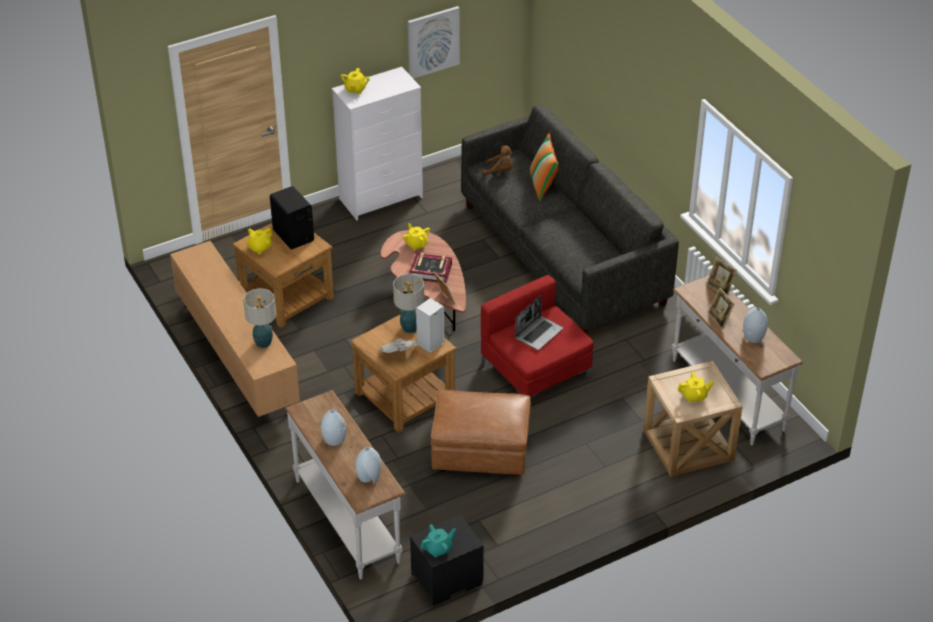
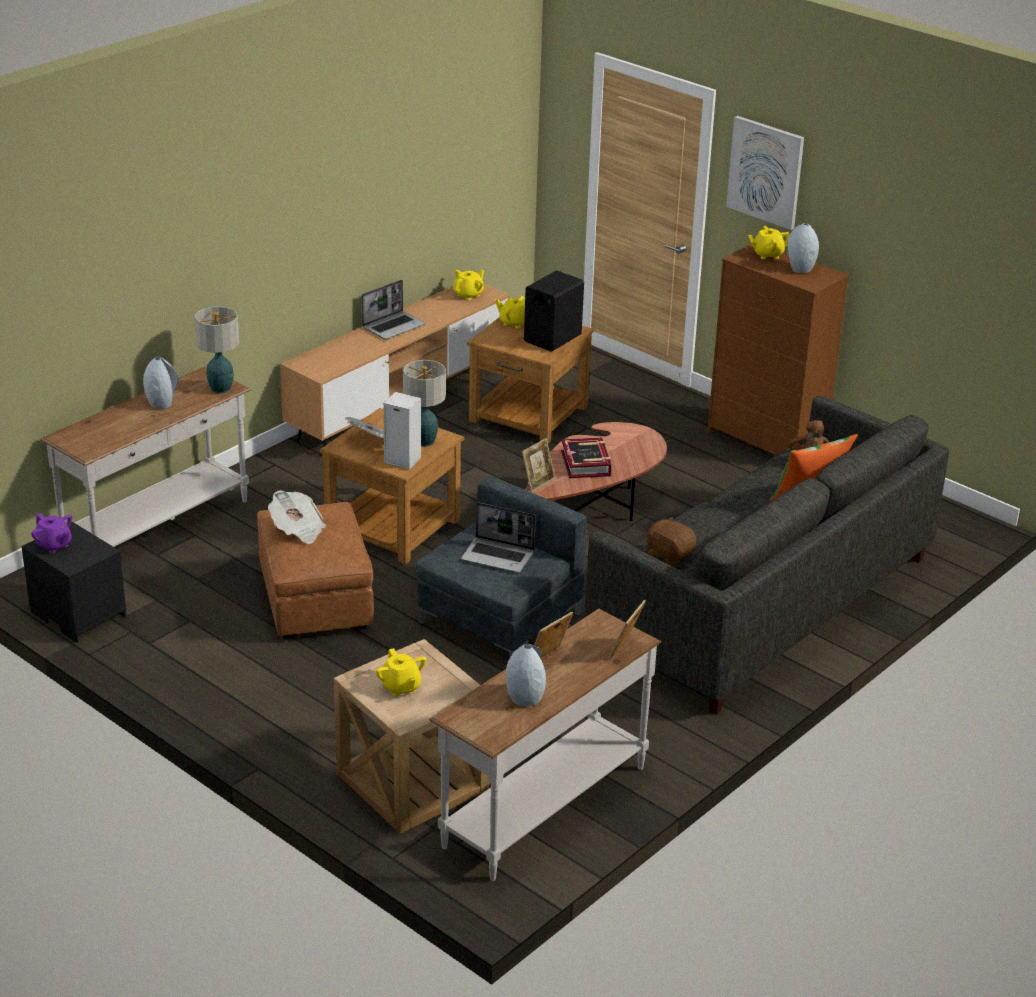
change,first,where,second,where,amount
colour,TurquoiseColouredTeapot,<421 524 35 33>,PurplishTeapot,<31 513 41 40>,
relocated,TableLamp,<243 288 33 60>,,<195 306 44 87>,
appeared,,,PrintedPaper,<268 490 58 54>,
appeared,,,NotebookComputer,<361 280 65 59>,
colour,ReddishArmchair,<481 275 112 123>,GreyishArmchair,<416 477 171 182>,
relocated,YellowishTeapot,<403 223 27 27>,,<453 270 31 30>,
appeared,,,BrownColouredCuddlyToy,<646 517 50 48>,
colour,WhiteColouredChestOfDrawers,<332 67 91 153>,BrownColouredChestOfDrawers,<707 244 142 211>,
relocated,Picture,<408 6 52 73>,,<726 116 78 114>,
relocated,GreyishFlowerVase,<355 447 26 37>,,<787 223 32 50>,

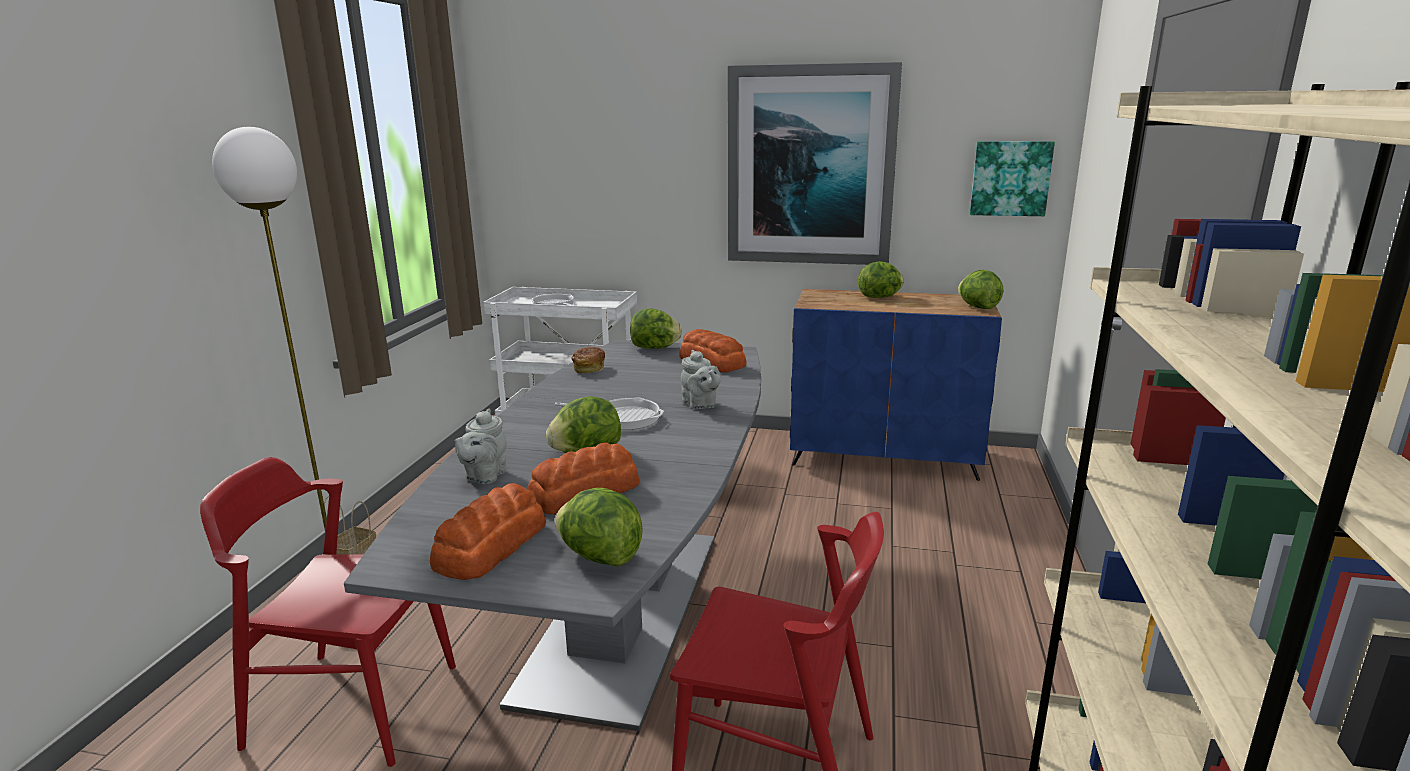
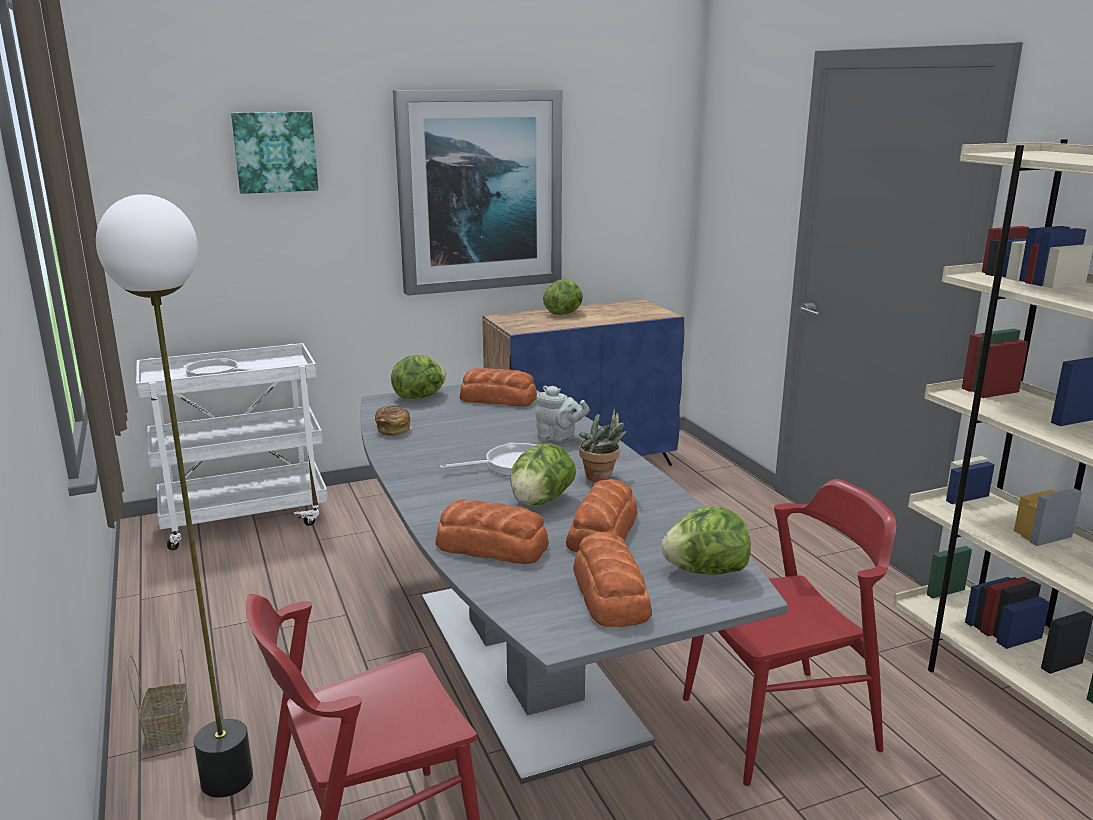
change,first,where,second,where,amount
relocated,Picture,<970 141 85 75>,,<231 112 87 82>,
exchanged,GreyishTeapot,<455 408 52 76>,BakeryBread,<435 499 114 65>,
appeared,,,PlantInAPot,<579 409 47 73>,
missing,Lettuce,<958 270 45 39>,,,

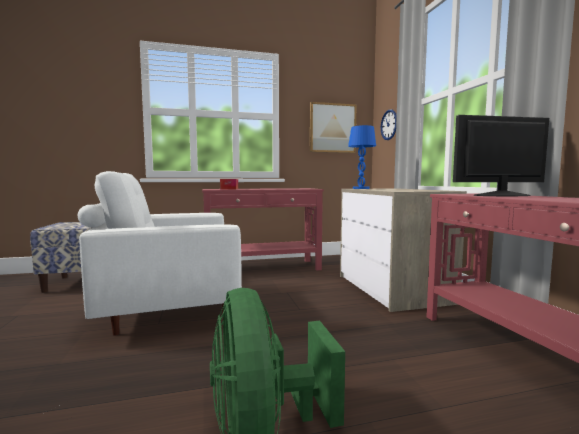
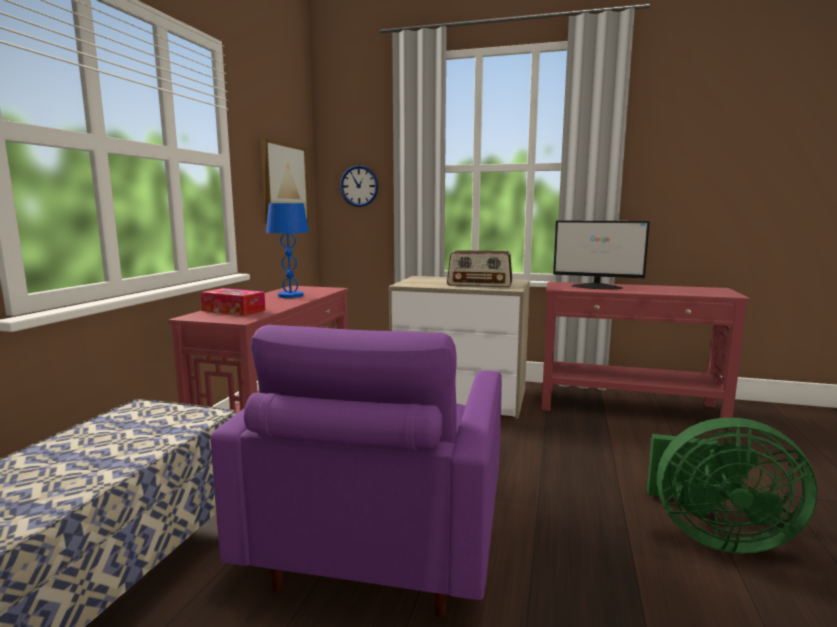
change,first,where,second,where,amount
colour,WhiteColouredArmchair,<78 171 164 165>,PurplishArmchair,<210 325 292 292>,
relocated,BlueColouredTableLamp,<348 125 28 64>,,<266 203 43 95>,
appeared,,,RadioReceiver,<447 250 65 37>,
spun,ComputerScreen,<453 115 96 81>,,<553 220 97 69>,90 degrees counterclockwise

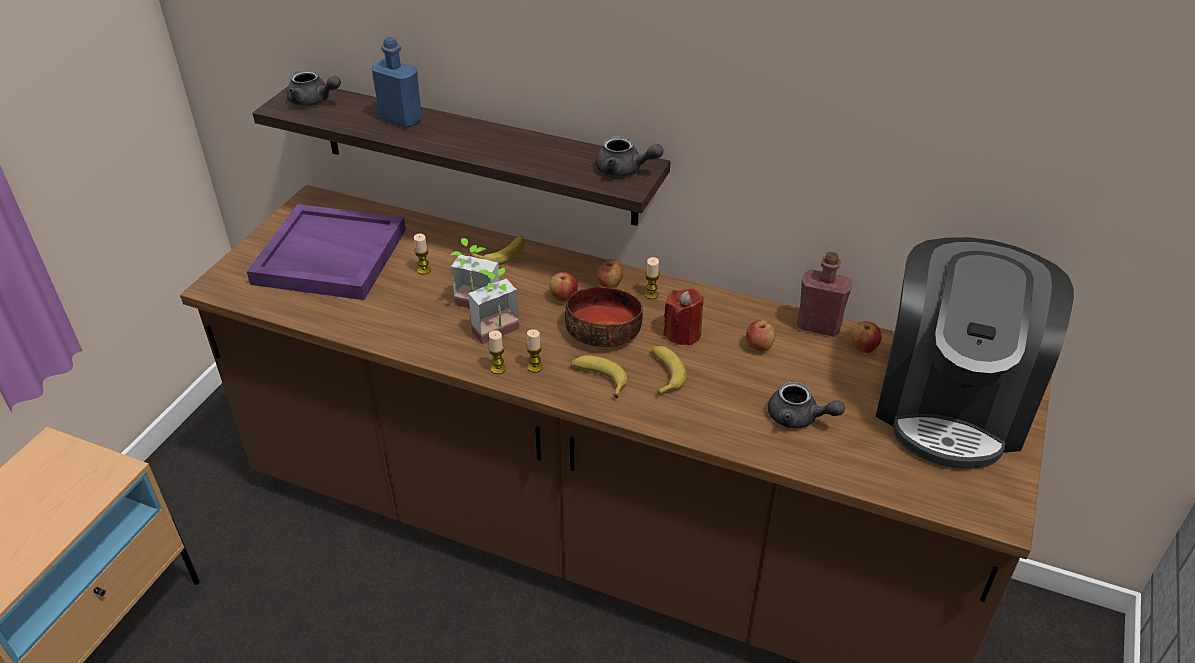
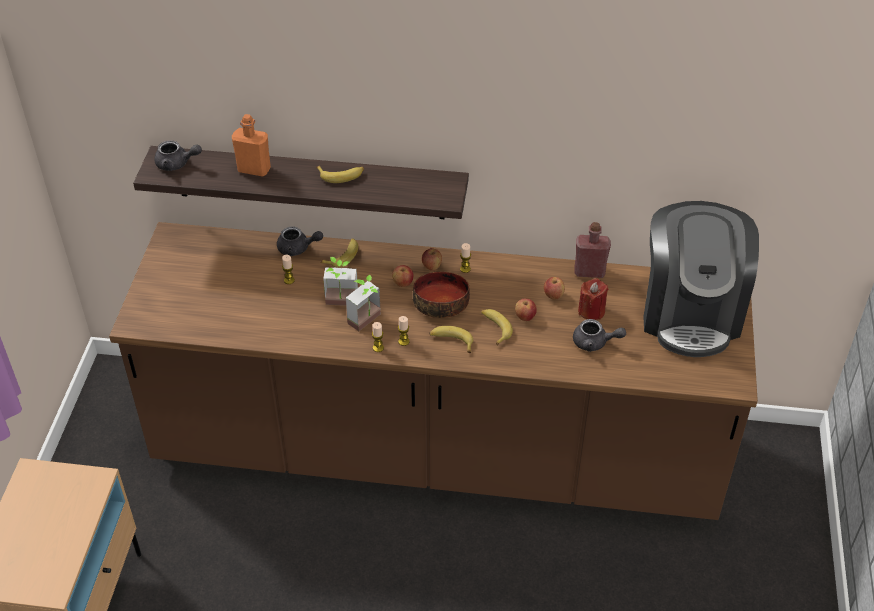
change,first,where,second,where,amount
colour,BlueColouredDrinkBottle,<371 37 51 91>,OrangeyDrinkBottle,<232 114 39 63>,
relocated,GreyishTeapot,<595 136 68 41>,,<277 227 46 29>,
appeared,,,Banana,<316 166 48 17>,
relocated,AppleFruit,<851 321 30 32>,,<515 298 22 23>,
relocated,ReddishWaxCandle,<663 288 41 58>,,<578 278 31 42>,
missing,PurplishTray,<247 204 159 96>,,,

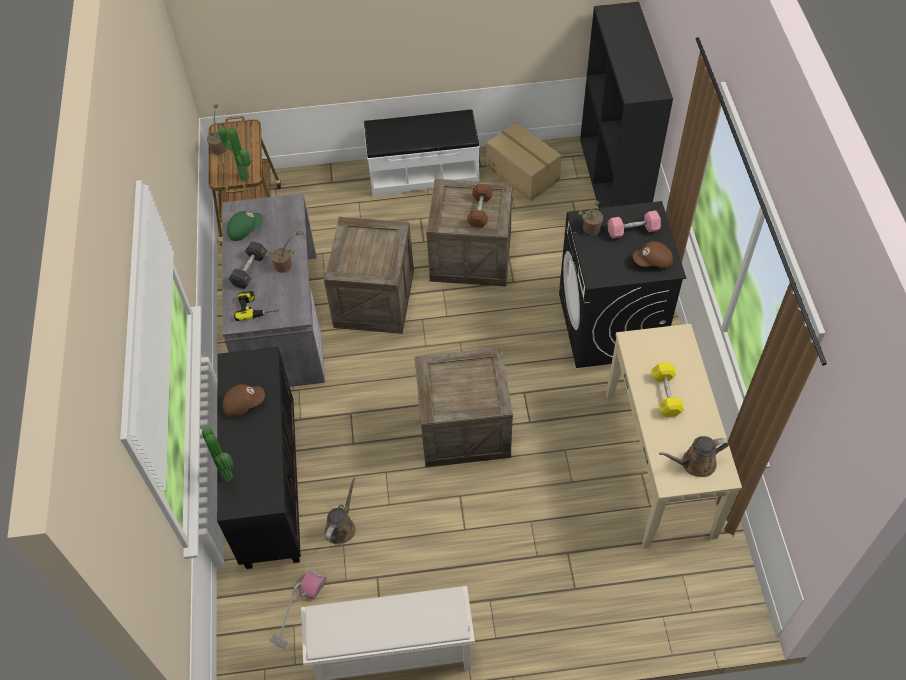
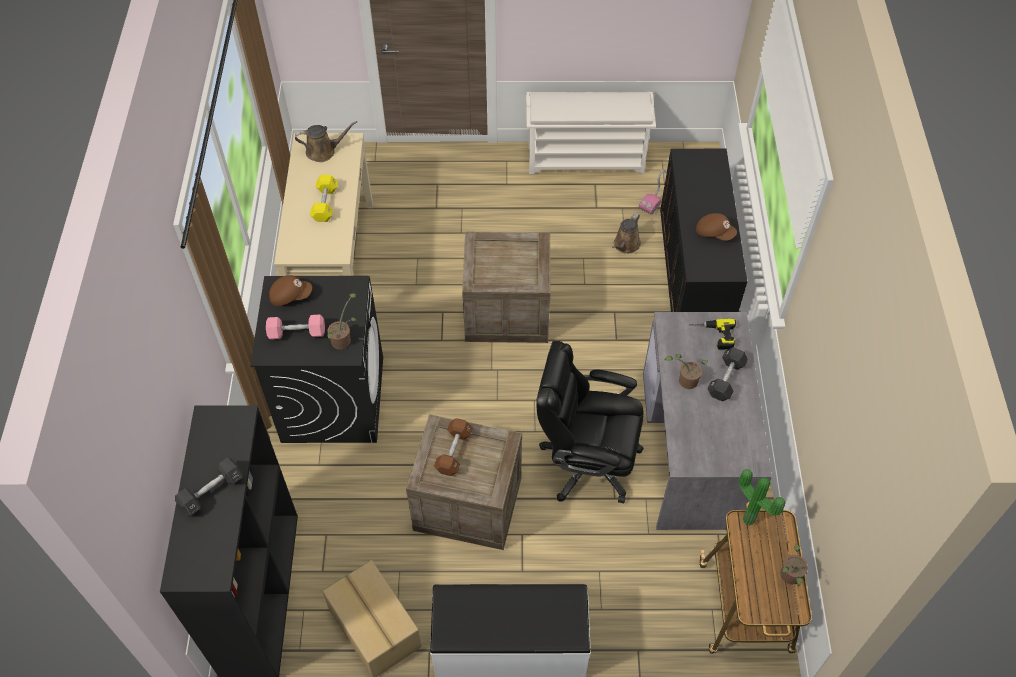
change,first,where,second,where,amount
appeared,,,BlackColouredDumbbell,<175 457 68 59>,
exchanged,PackingCrate,<324 217 90 117>,BlackColouredOfficeChair,<536 341 108 162>,
spun,BrownColouredBaseballCap,<223 384 42 34>,,<696 213 41 28>,135 degrees counterclockwise
missing,PlantInAPot,<202 427 32 55>,,,
missing,GreenishBaseballCap,<227 211 36 30>,,,

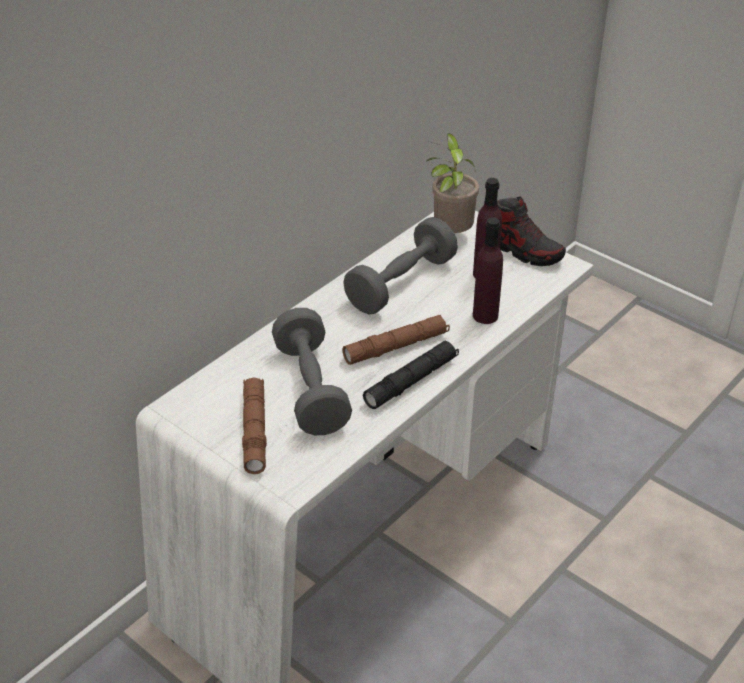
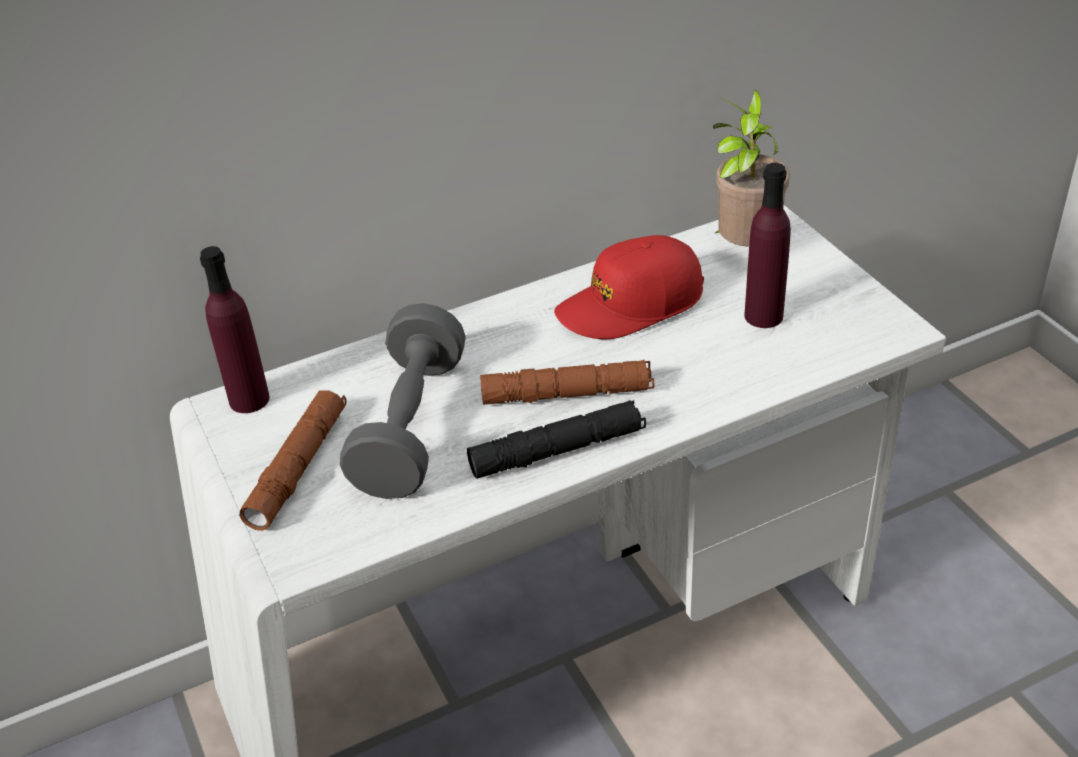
change,first,where,second,where,amount
relocated,PurplishDrinkBottle,<473 217 30 107>,,<200 246 70 167>,
exchanged,GreyishDumbbell,<343 217 115 97>,ReddishBaseballCap,<554 235 150 104>,
missing,LowShoe,<497 196 69 70>,,,

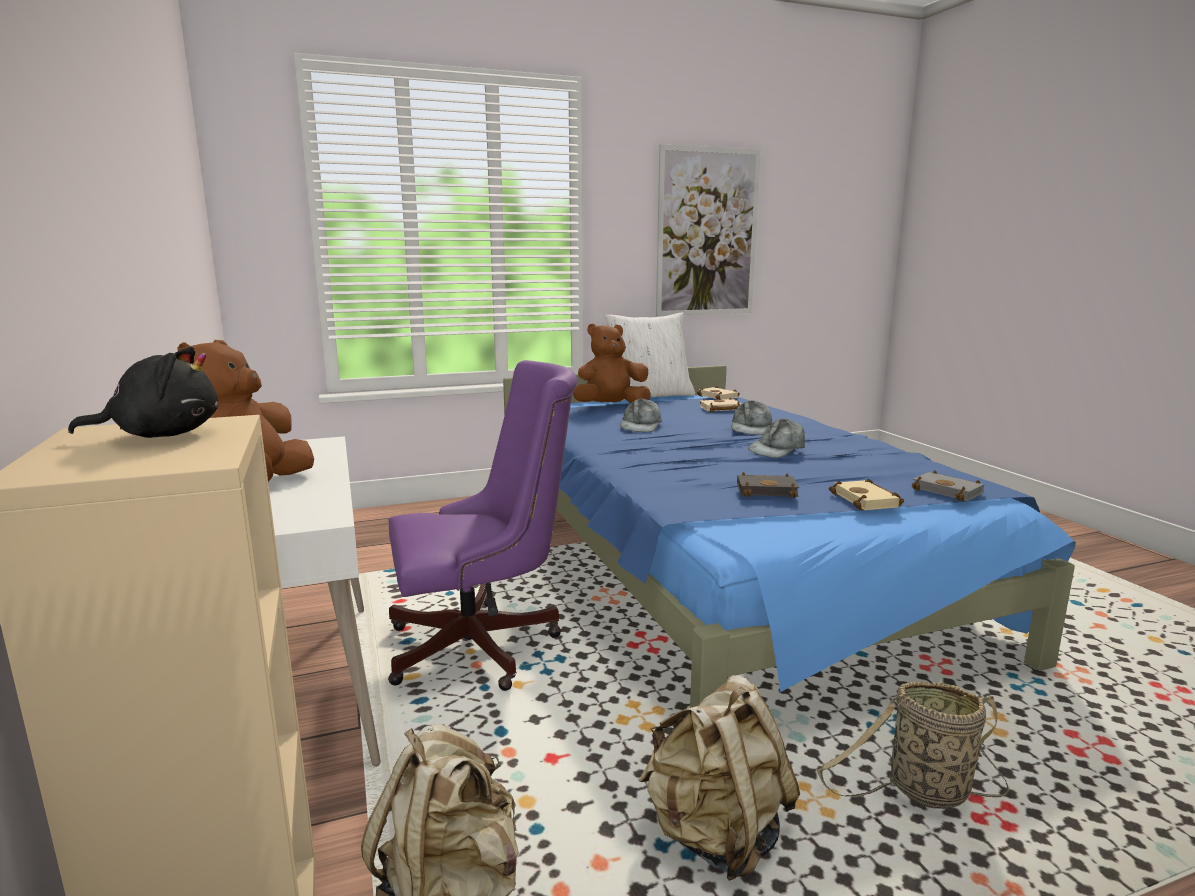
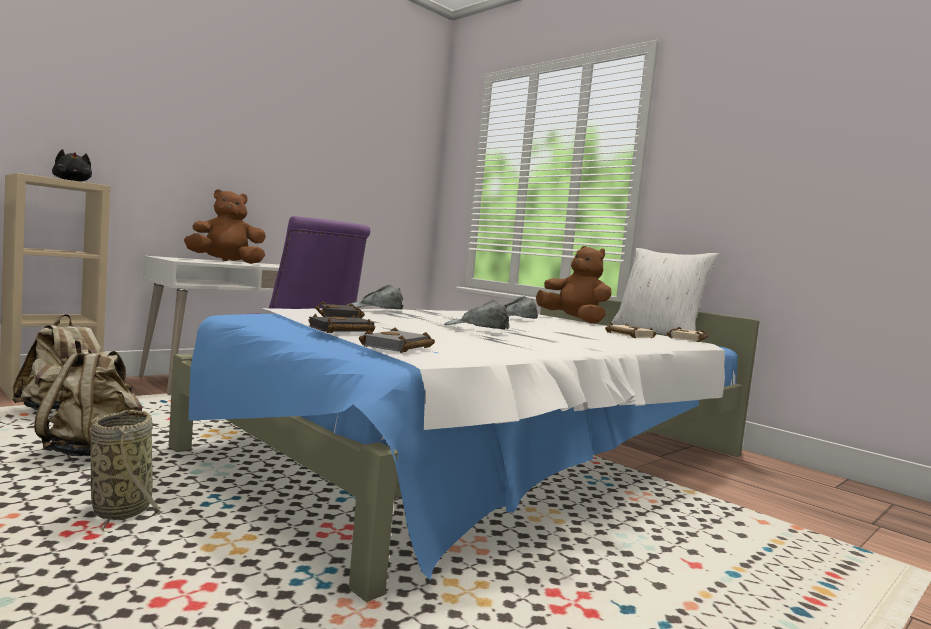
change,first,where,second,where,amount
colour,BlueColouredBed,<503 365 573 343>,WhiteColouredBed,<169 291 591 311>,
colour,SandColouredBoundBook,<829 479 75 31>,BlackColouredBoundBook,<308 314 67 19>,
relocated,GreyishBaseballCap,<731 400 42 35>,,<347 285 56 25>,
missing,Picture,<656 144 105 172>,,,

